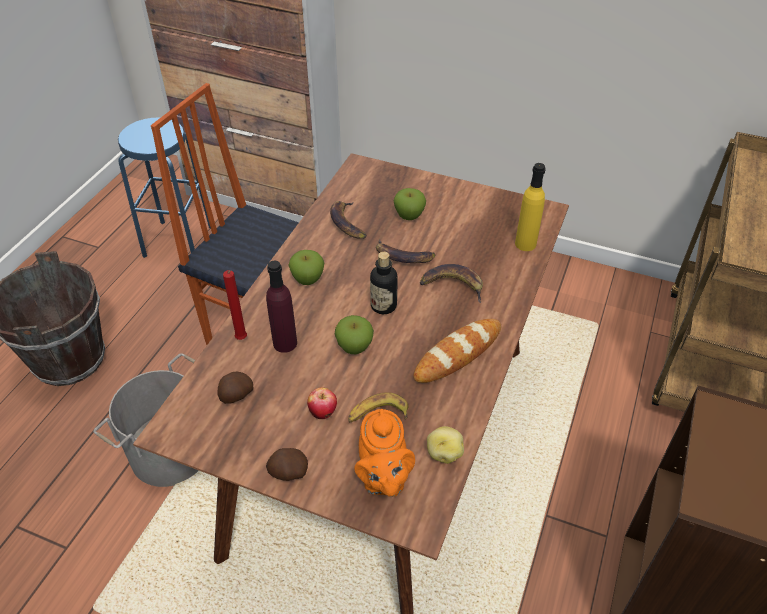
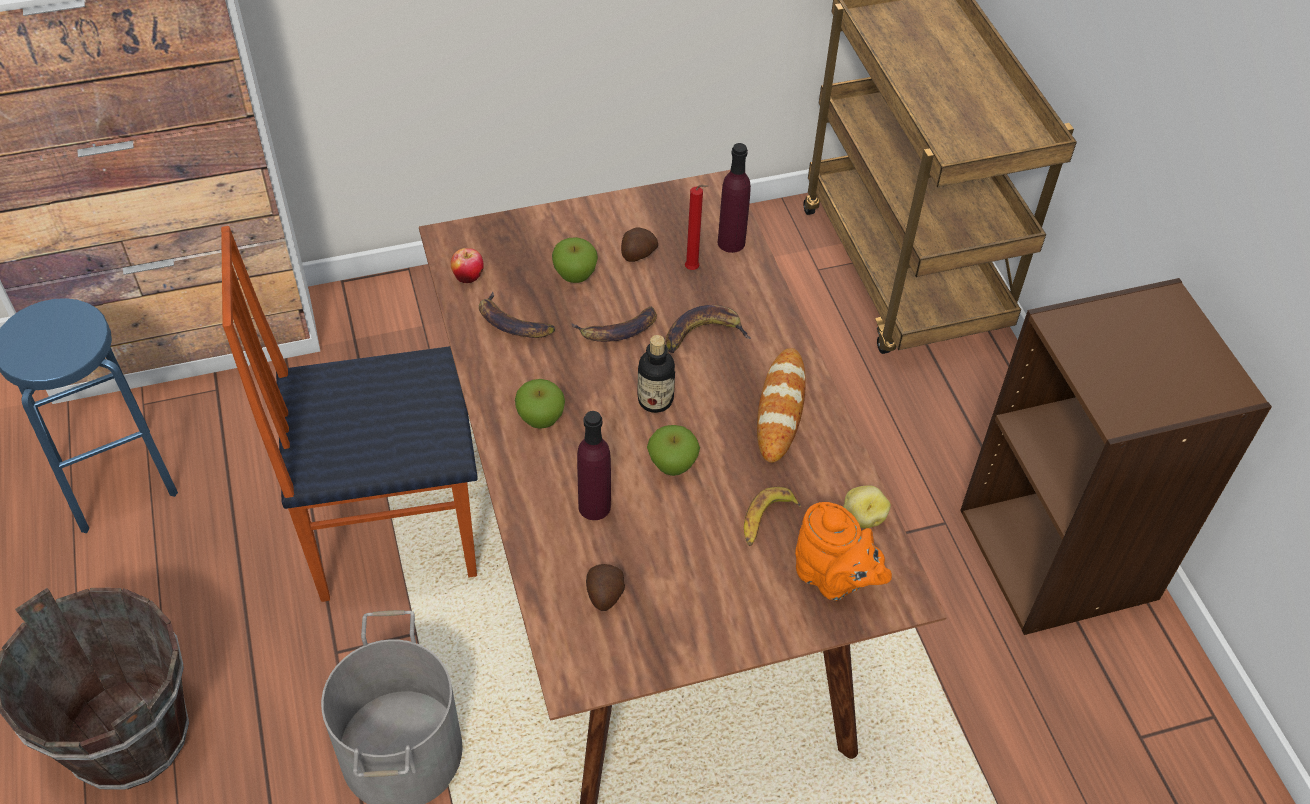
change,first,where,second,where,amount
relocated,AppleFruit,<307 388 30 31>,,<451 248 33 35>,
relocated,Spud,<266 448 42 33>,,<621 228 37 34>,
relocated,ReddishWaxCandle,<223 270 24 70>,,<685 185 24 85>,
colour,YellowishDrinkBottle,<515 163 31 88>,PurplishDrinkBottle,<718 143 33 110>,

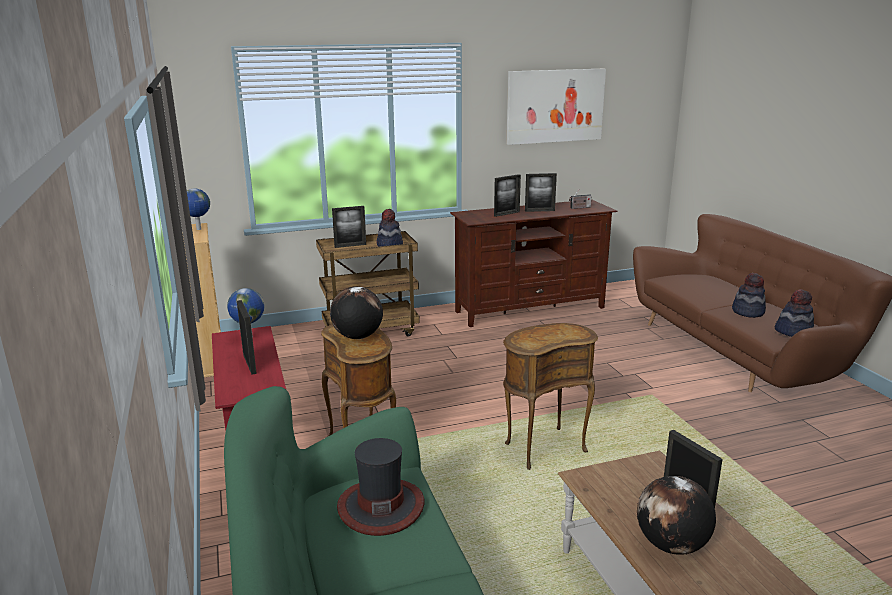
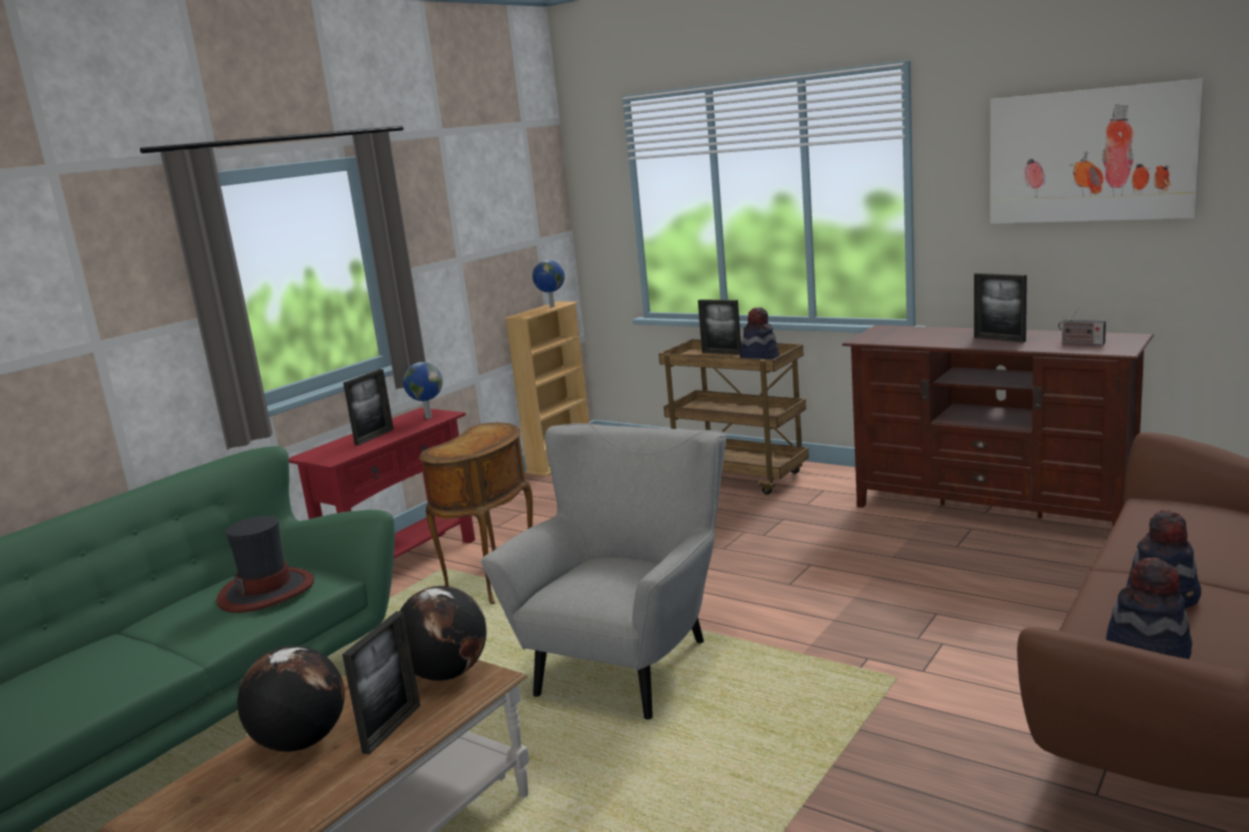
change,first,where,second,where,amount
relocated,Globe,<330 286 53 53>,,<399 586 88 95>,
exchanged,BrownColouredAccentTable,<503 323 95 147>,GreyishArmchair,<481 423 245 296>,
missing,PictureFrame,<494 174 27 43>,,,

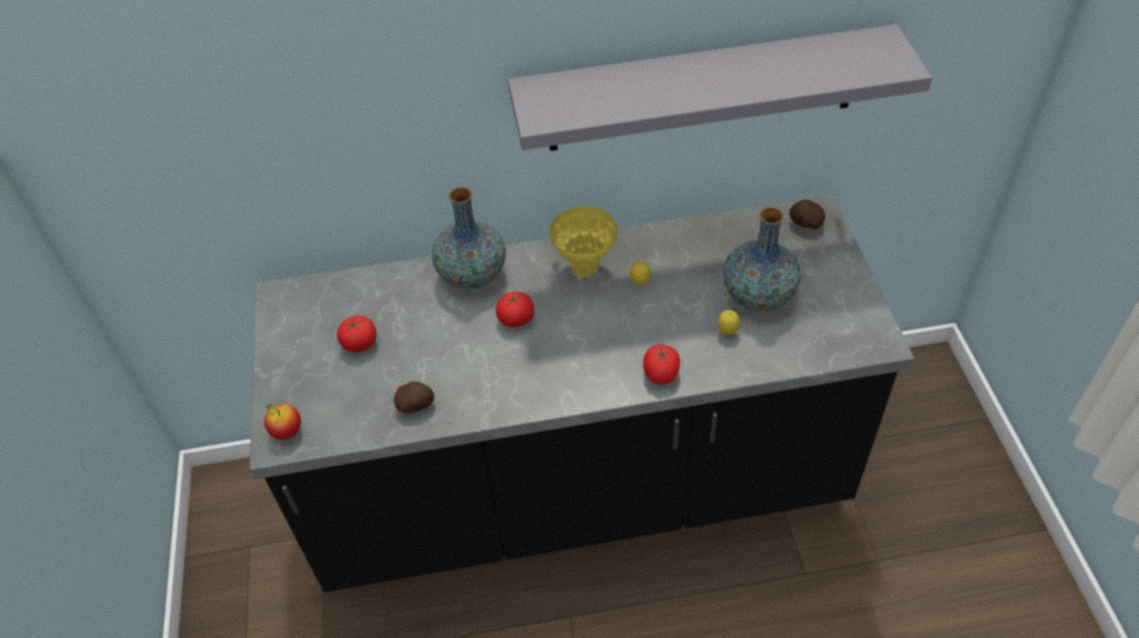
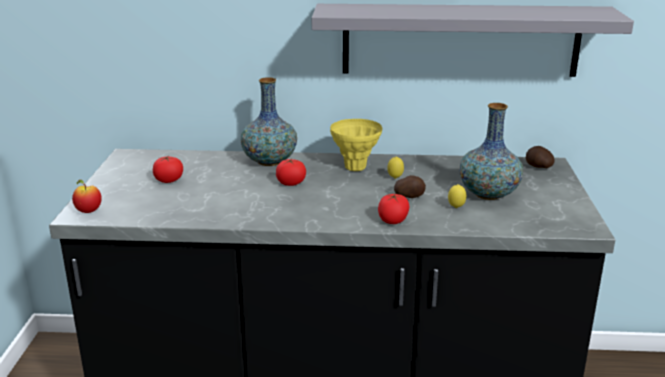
change,first,where,second,where,amount
relocated,Spud,<394 381 40 32>,,<394 175 32 23>,

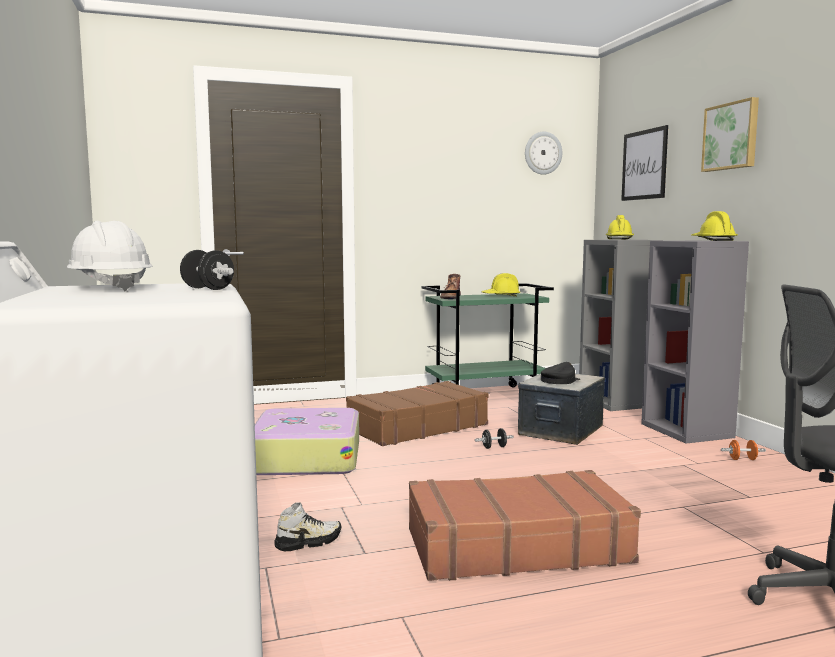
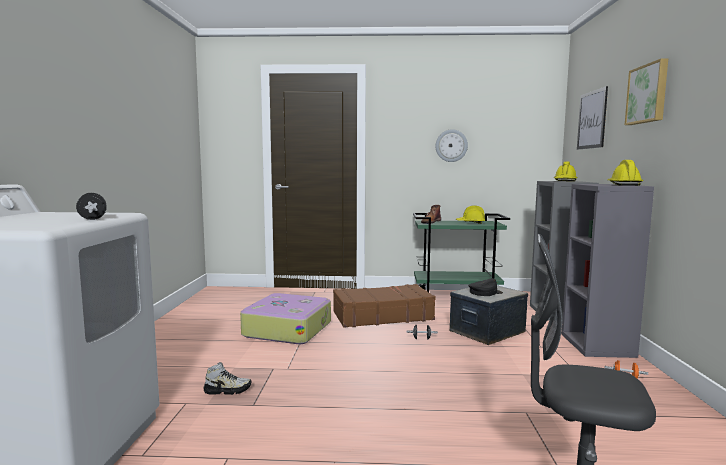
change,first,where,second,where,amount
relocated,WallClock,<525 132 37 43>,,<436 129 32 33>,
missing,WhiteColouredSafetyHelmet,<67 221 85 71>,,,
missing,BrownColouredSuitcase,<409 470 232 111>,,,

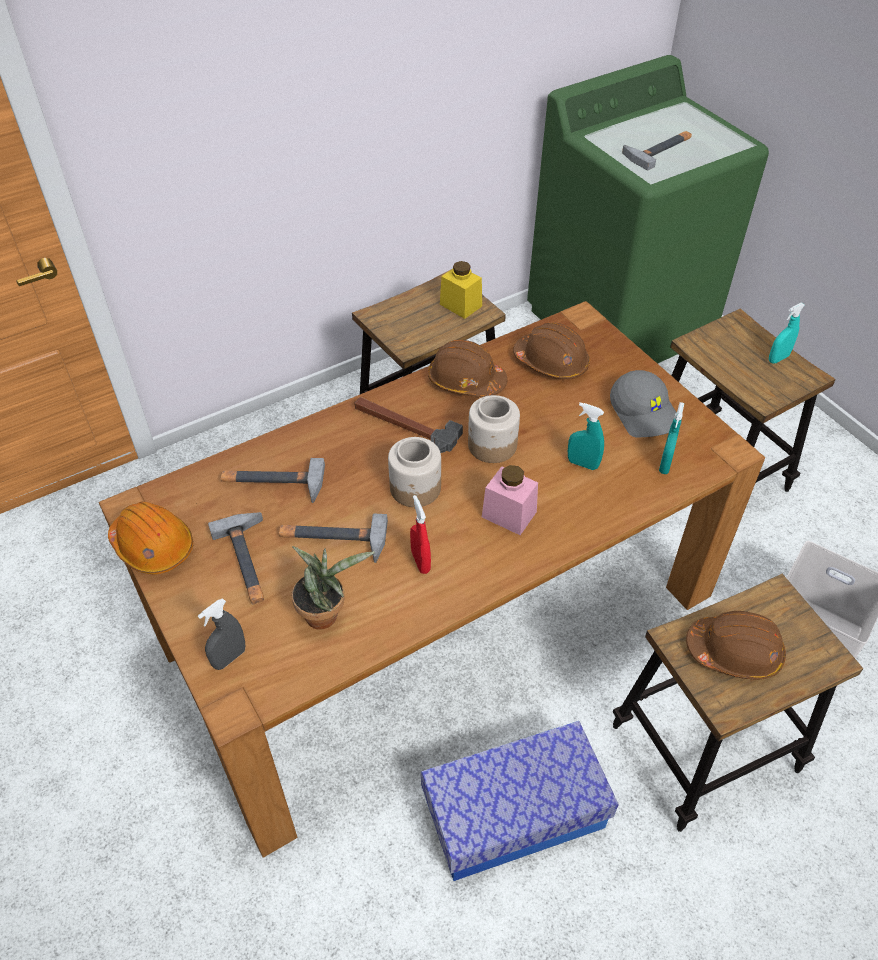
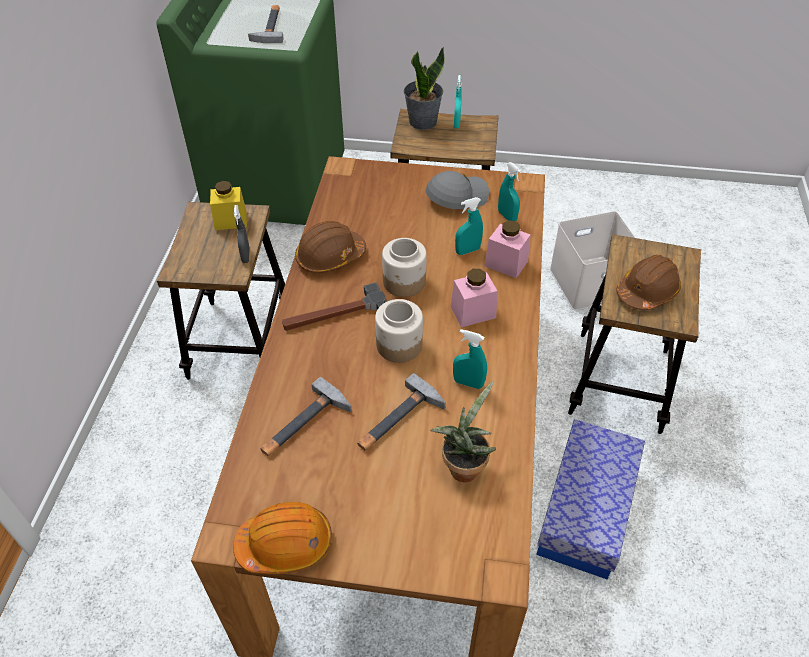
change,first,where,second,where,amount
relocated,GreyishHandSprayer,<198 598 47 72>,,<234 205 16 58>,
appeared,,,PlantInAPot,<404 47 41 83>,
spun,GreyishBaseballCap,<610 370 72 68>,,<426 171 63 38>,45 degrees counterclockwise
colour,ReddishHandSprayer,<410 495 21 79>,TurquoiseColouredHandSprayer,<453 329 34 60>,
appeared,,,PinkJar,<484 220 46 58>,
missing,HandHammer,<208 512 56 92>,,,
missing,BrownColouredSafetyHelmet,<513 322 77 57>,,,

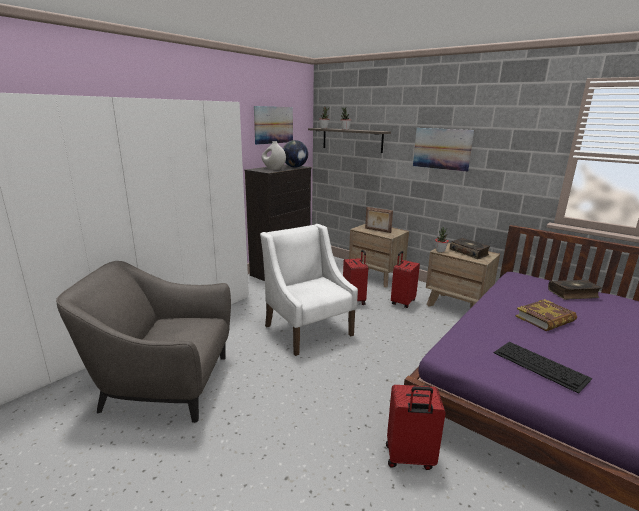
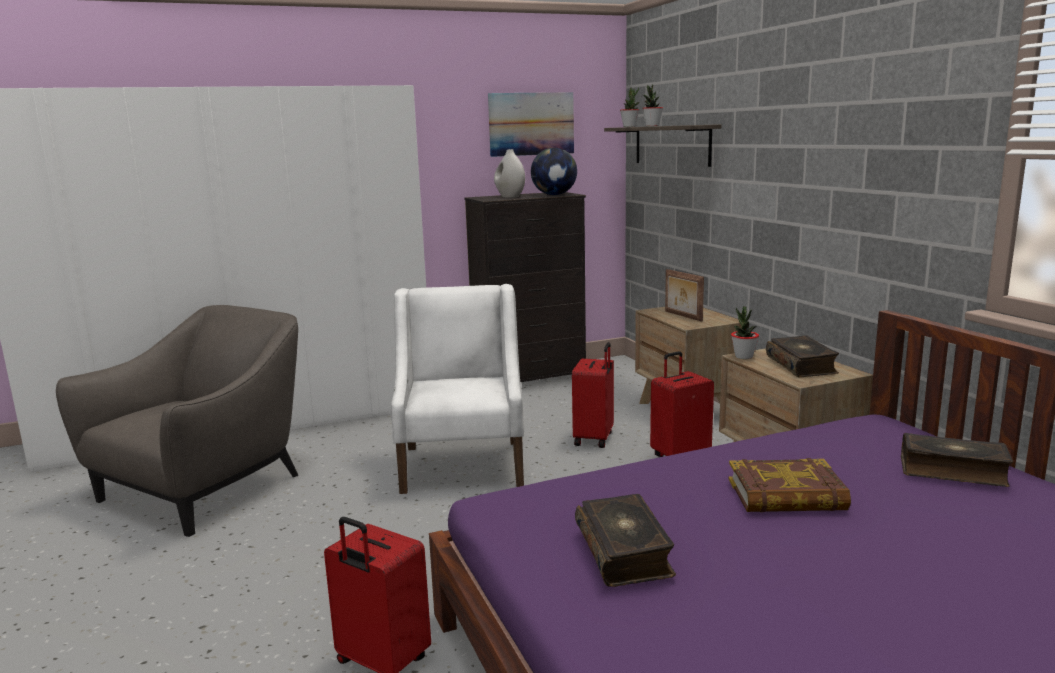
change,first,where,second,where,amount
spun,GreyishArmchair,<56 261 175 162>,,<56 305 242 232>,90 degrees clockwise
exchanged,PcKeyboard,<494 342 98 52>,BoundBook,<575 494 101 93>,
missing,Picture,<413 128 61 44>,,,

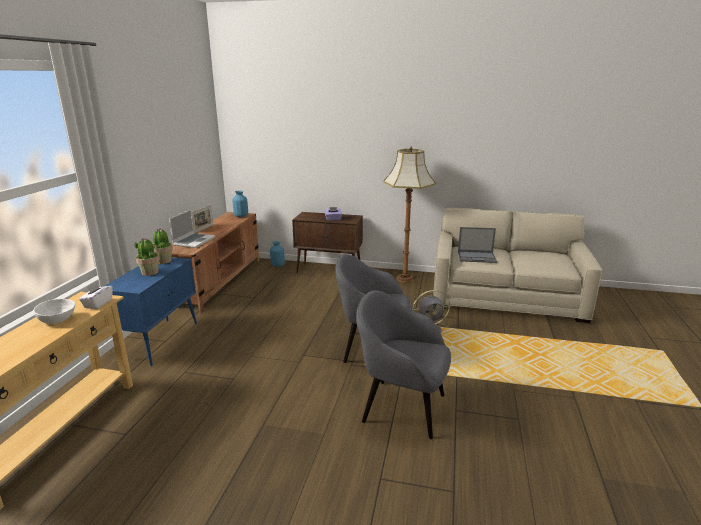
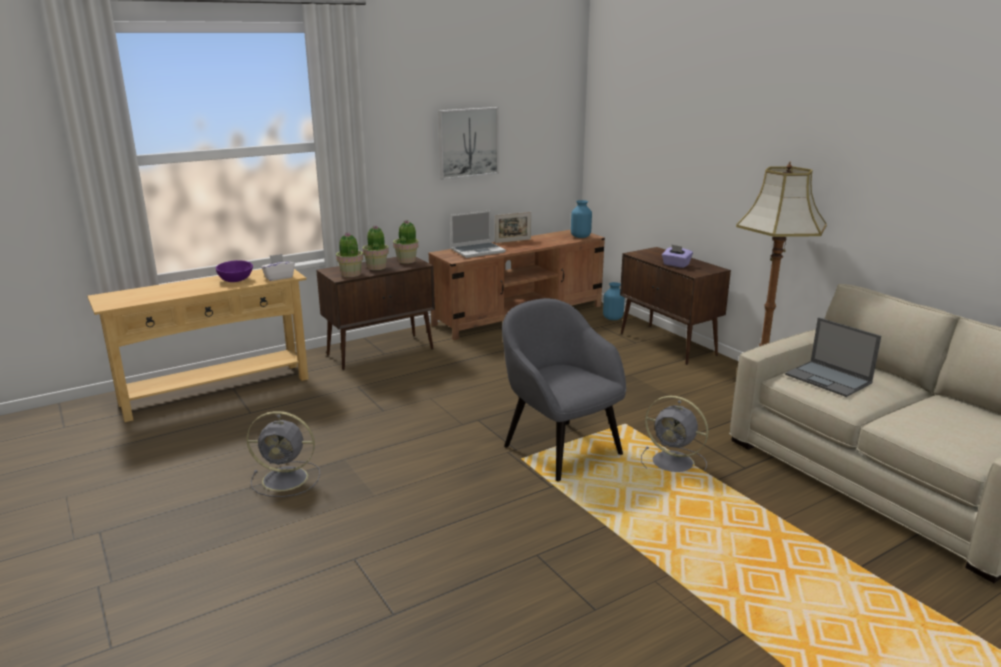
change,first,where,second,where,amount
colour,WhiteColouredServingBowl,<33 299 42 25>,PurplishServingBowl,<216 260 37 22>,
appeared,,,GreyishFan,<246 411 74 86>,
colour,BlueColouredStorageCabinet,<104 257 93 109>,BrownColouredStorageCabinet,<316 257 119 113>,
appeared,,,PlantInAPot,<336 232 27 45>,
appeared,,,Picture,<438 107 61 73>,
missing,GreyishArmchair,<356 290 95 149>,,,

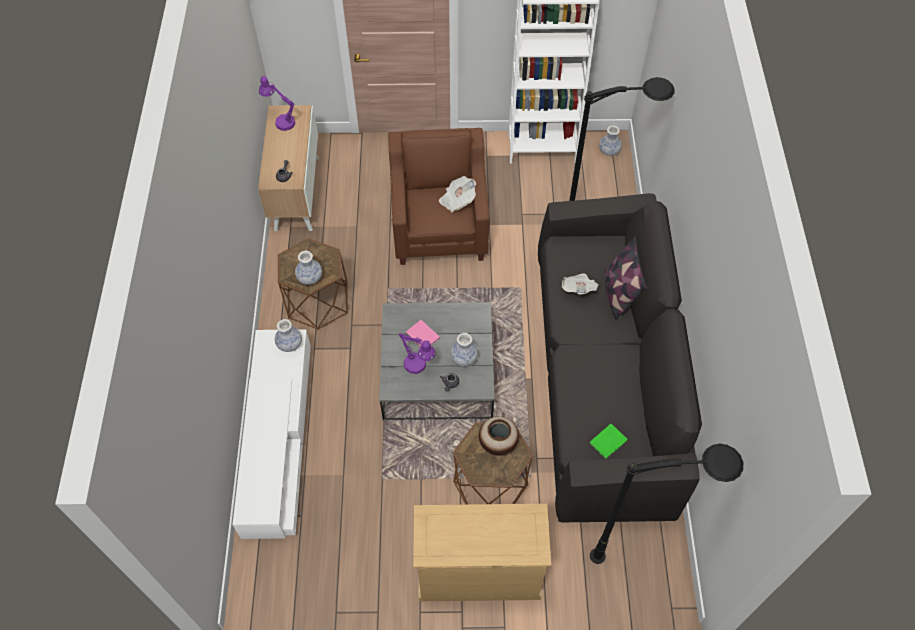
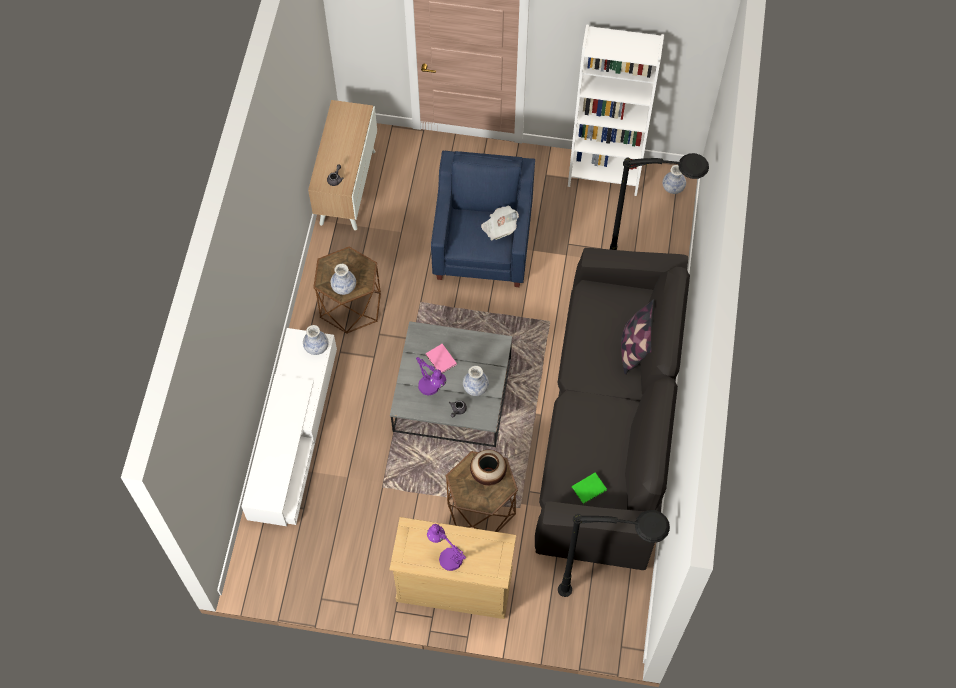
change,first,where,second,where,amount
relocated,PurplishTableLamp,<259 76 36 55>,,<427 524 39 47>,
colour,BrownColouredArmchair,<388 128 102 137>,BlueColouredArmchair,<431 150 104 137>,
missing,PrintedPaper,<562 273 37 21>,,,

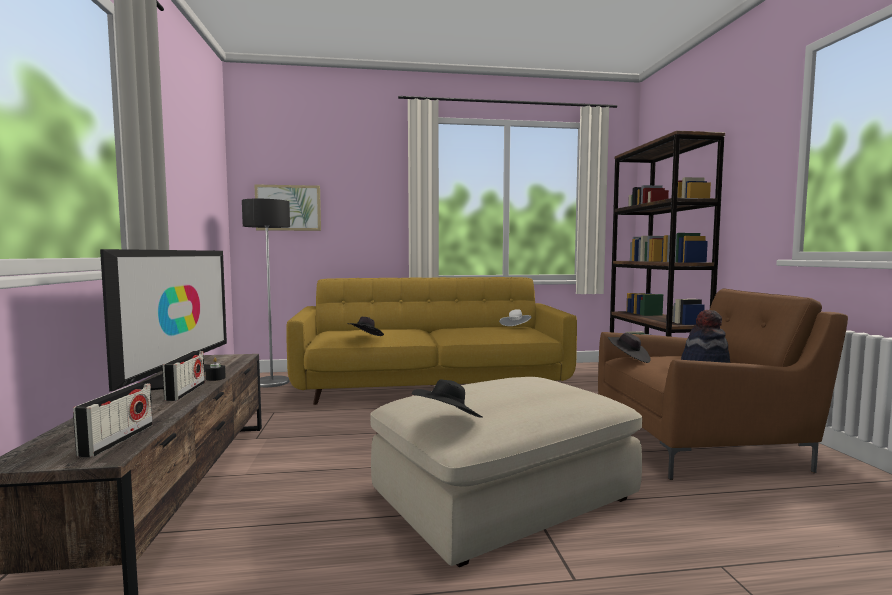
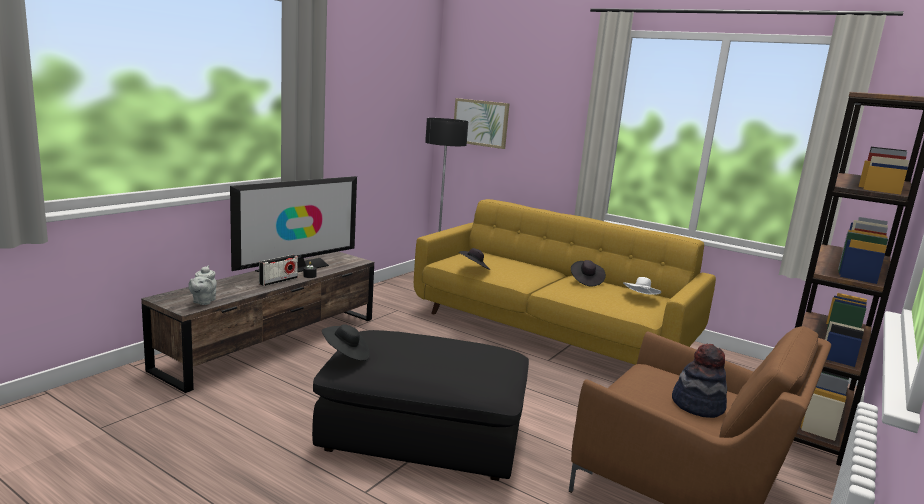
change,first,where,second,where,amount
exchanged,RadioReceiver,<73 383 80 75>,GreyishTeapot,<188 266 29 39>,
colour,SandColouredPouffe,<370 377 272 190>,BlackColouredPouffe,<312 330 217 151>,
relocated,BlackColouredClothingHat,<608 333 43 30>,,<571 260 35 26>,

